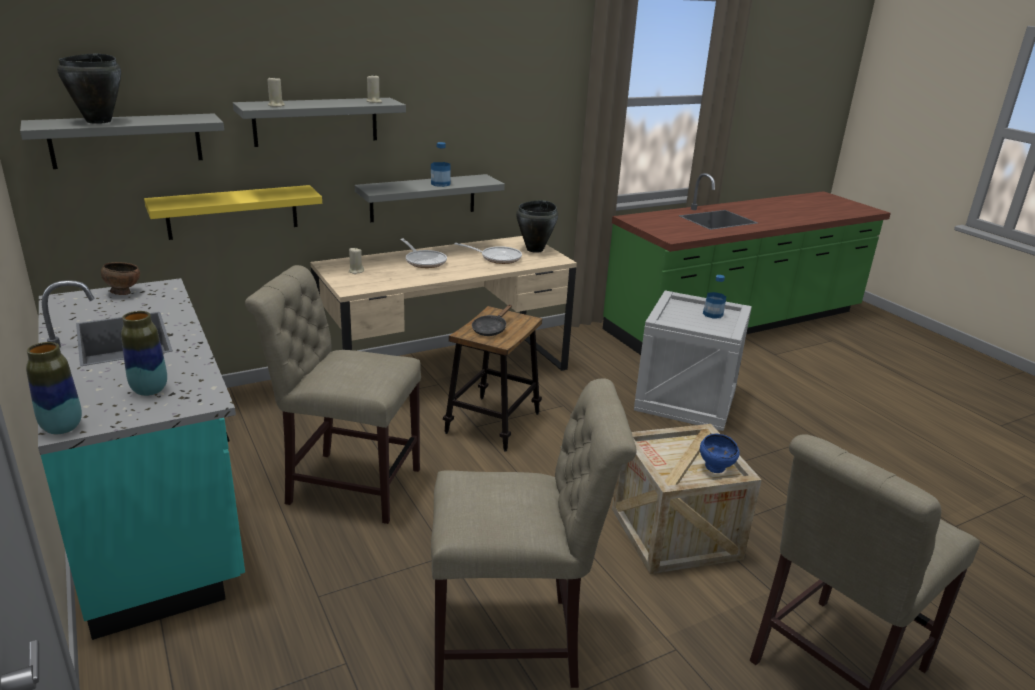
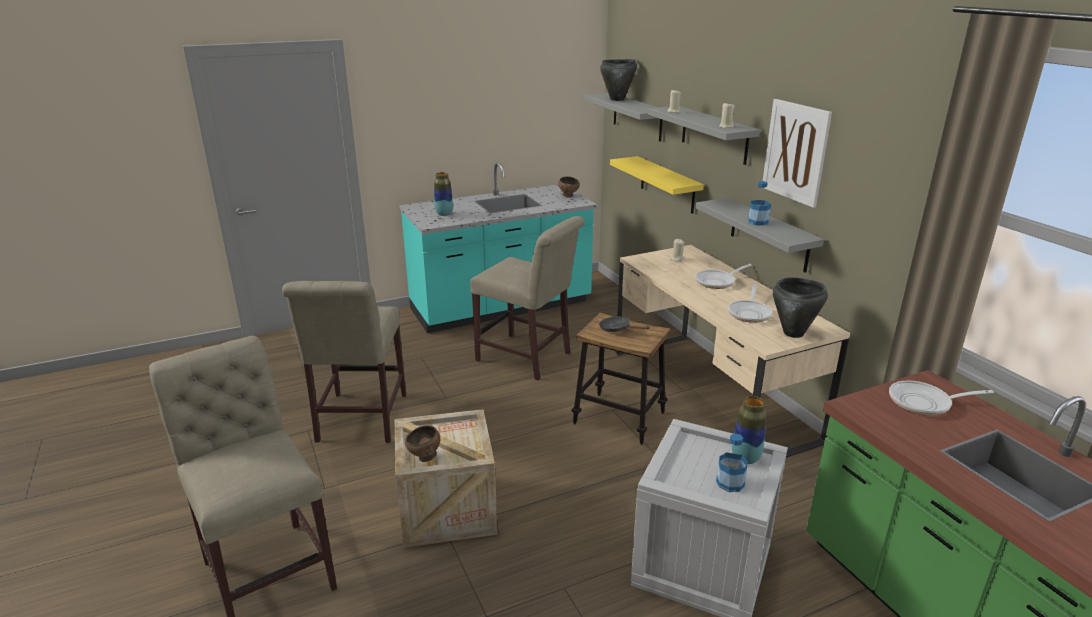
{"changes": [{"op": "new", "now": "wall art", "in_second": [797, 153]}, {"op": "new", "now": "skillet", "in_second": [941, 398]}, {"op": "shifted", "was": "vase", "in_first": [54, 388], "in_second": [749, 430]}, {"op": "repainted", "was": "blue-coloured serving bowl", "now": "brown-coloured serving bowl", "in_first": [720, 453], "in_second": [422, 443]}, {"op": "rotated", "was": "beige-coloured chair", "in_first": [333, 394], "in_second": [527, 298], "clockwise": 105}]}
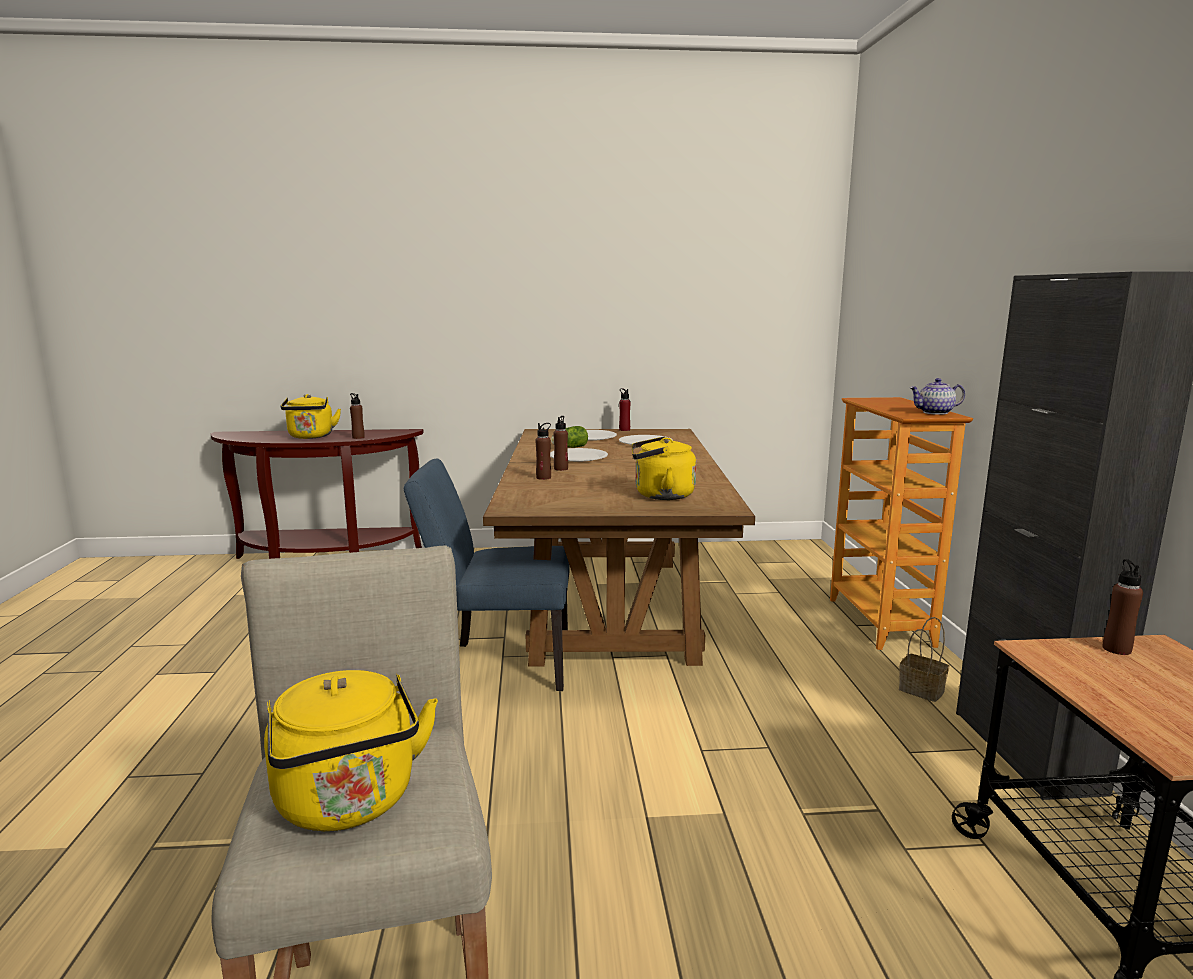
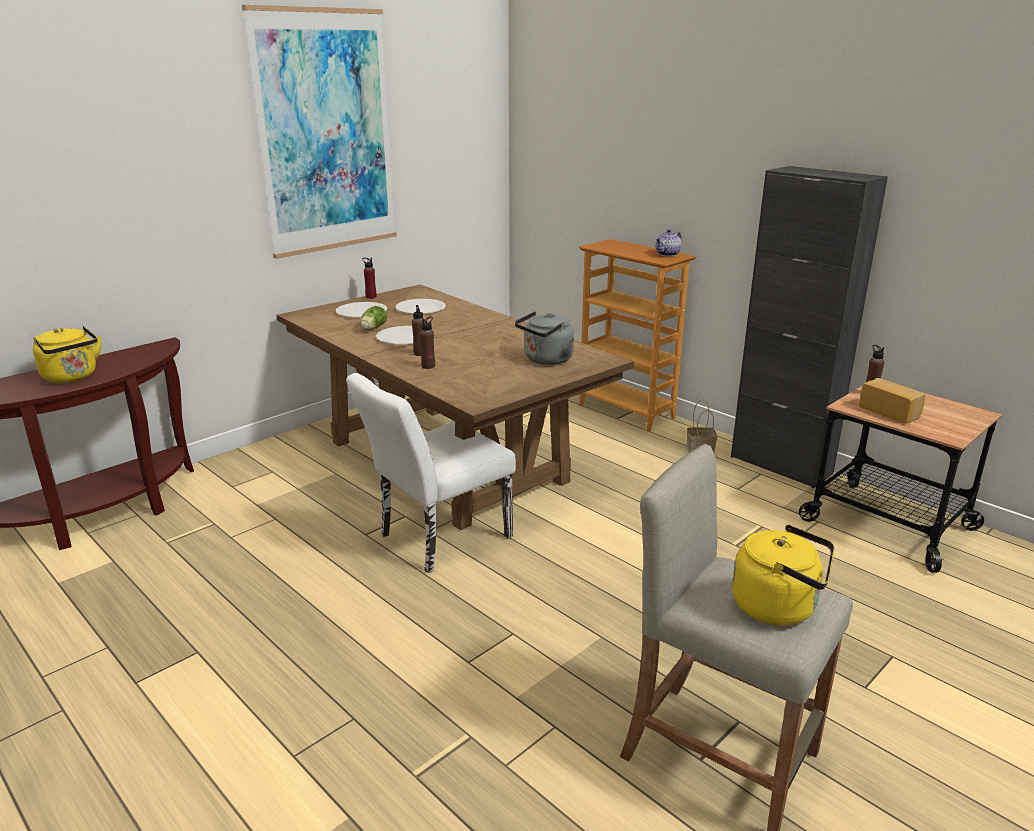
{"changes": [{"op": "gone", "was": "brown-coloured drink bottle", "in_first": [357, 416]}, {"op": "new", "now": "wall art", "in_second": [319, 132]}, {"op": "new", "now": "bread", "in_second": [892, 400]}, {"op": "repainted", "was": "blue-coloured chair", "now": "white-coloured chair", "in_first": [487, 575], "in_second": [431, 473]}, {"op": "repainted", "was": "yellowish water kettle", "now": "gray water kettle", "in_first": [663, 468], "in_second": [545, 338]}]}
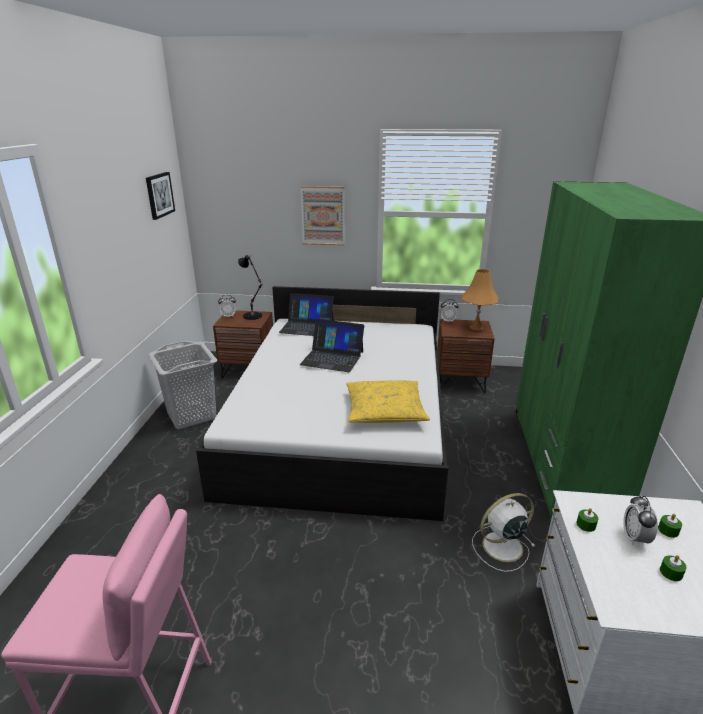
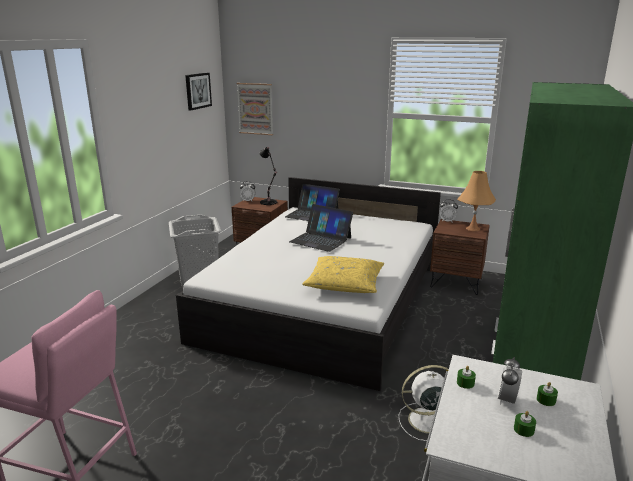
{"changes": [{"op": "shifted", "was": "wall art", "in_first": [322, 216], "in_second": [255, 109]}]}
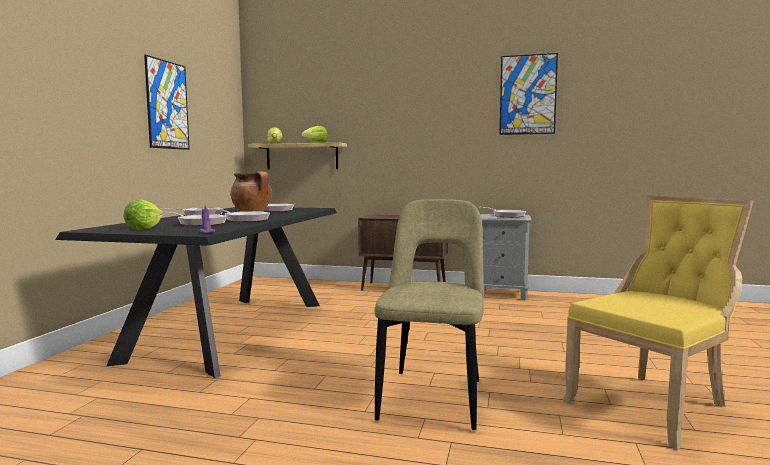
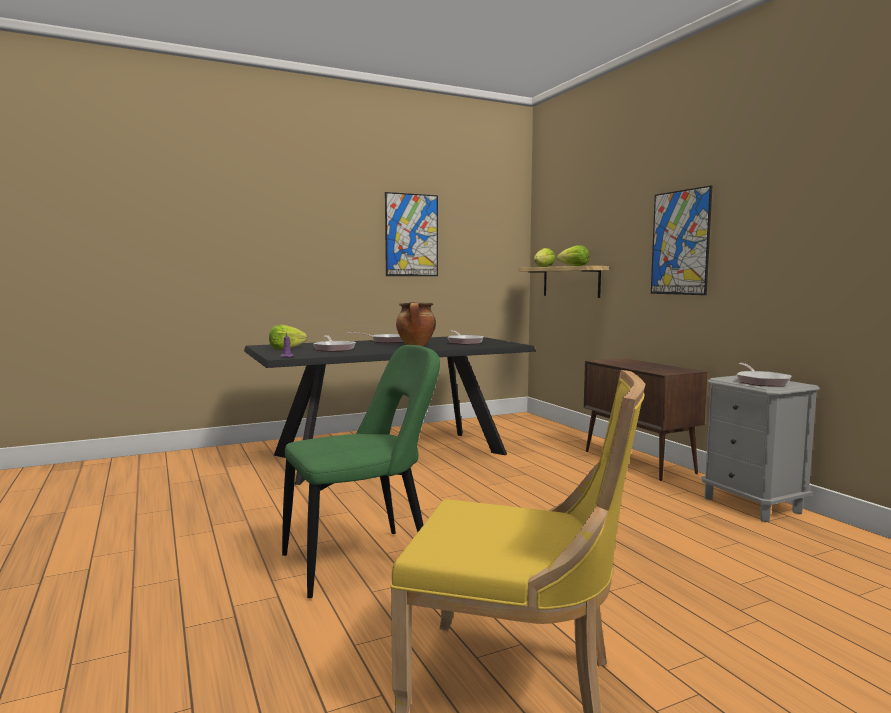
{"changes": [{"op": "gone", "was": "skillet", "in_first": [239, 215]}, {"op": "shifted", "was": "wall art", "in_first": [528, 94], "in_second": [682, 240]}, {"op": "repainted", "was": "beige-coloured chair", "now": "green chair", "in_first": [429, 314], "in_second": [361, 471]}]}
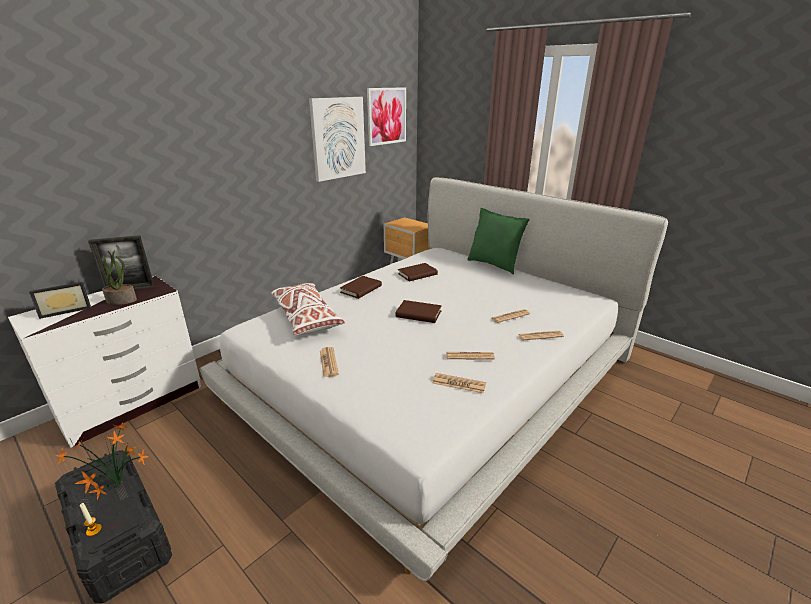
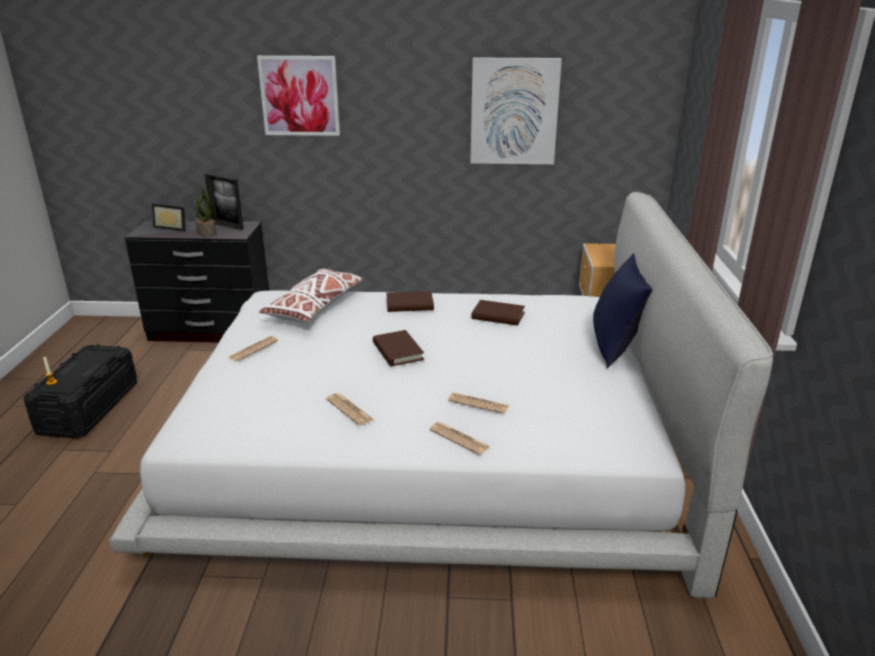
{"changes": [{"op": "gone", "was": "houseplant", "in_first": [102, 461]}, {"op": "gone", "was": "daily paper", "in_first": [459, 383]}, {"op": "shifted", "was": "wall art", "in_first": [386, 116], "in_second": [298, 96]}, {"op": "repainted", "was": "white-coloured chest of drawers", "now": "blackish chest of drawers", "in_first": [104, 362], "in_second": [197, 281]}, {"op": "repainted", "was": "green throw pillow", "now": "blue-coloured throw pillow", "in_first": [498, 241], "in_second": [623, 310]}]}
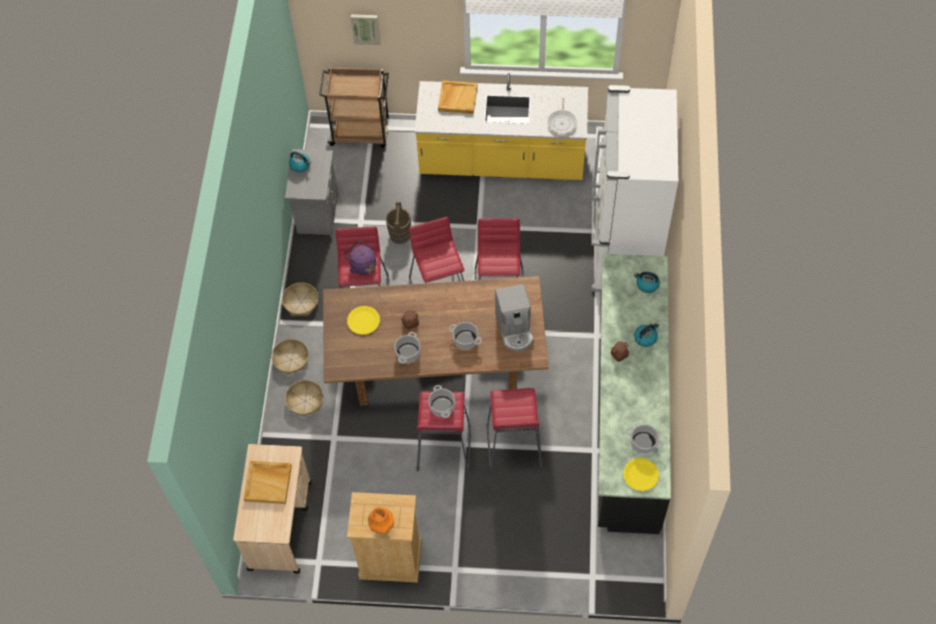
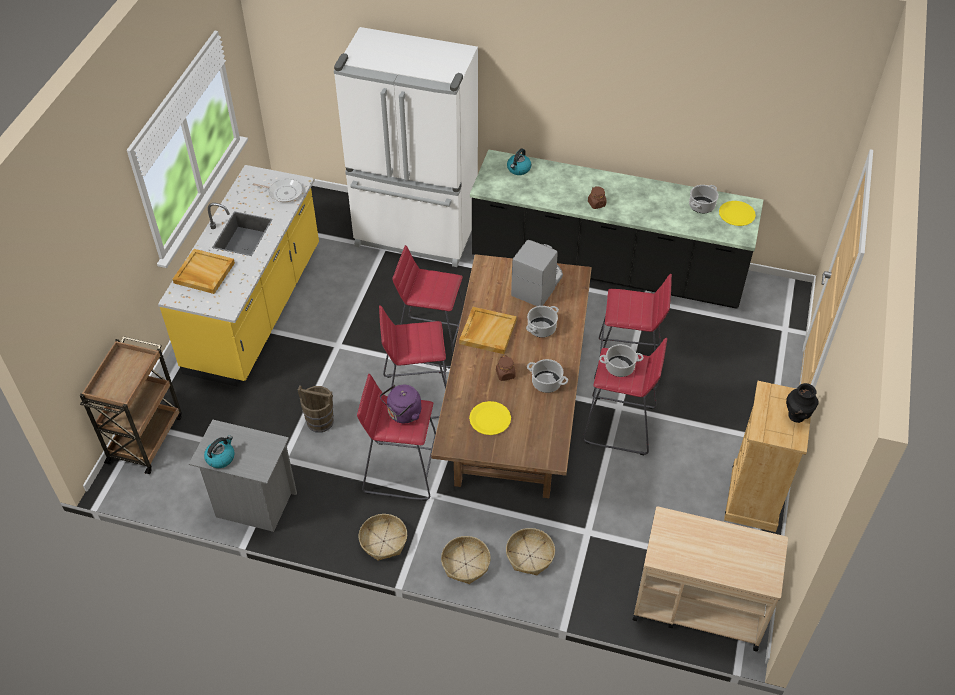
{"changes": [{"op": "gone", "was": "wall art", "in_first": [366, 29]}, {"op": "gone", "was": "water kettle", "in_first": [646, 335]}, {"op": "shifted", "was": "beige-coloured carrying tray", "in_first": [268, 482], "in_second": [488, 330]}, {"op": "repainted", "was": "orange vase", "now": "blackish vase", "in_first": [381, 520], "in_second": [802, 403]}, {"op": "rotated", "was": "coffee machine", "in_first": [514, 317], "in_second": [537, 273], "clockwise": -60}]}
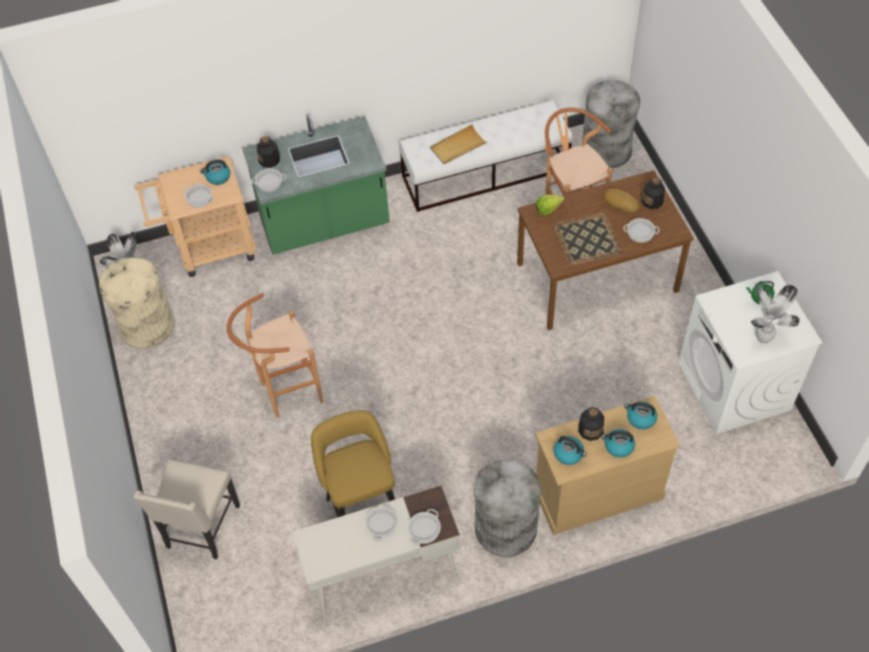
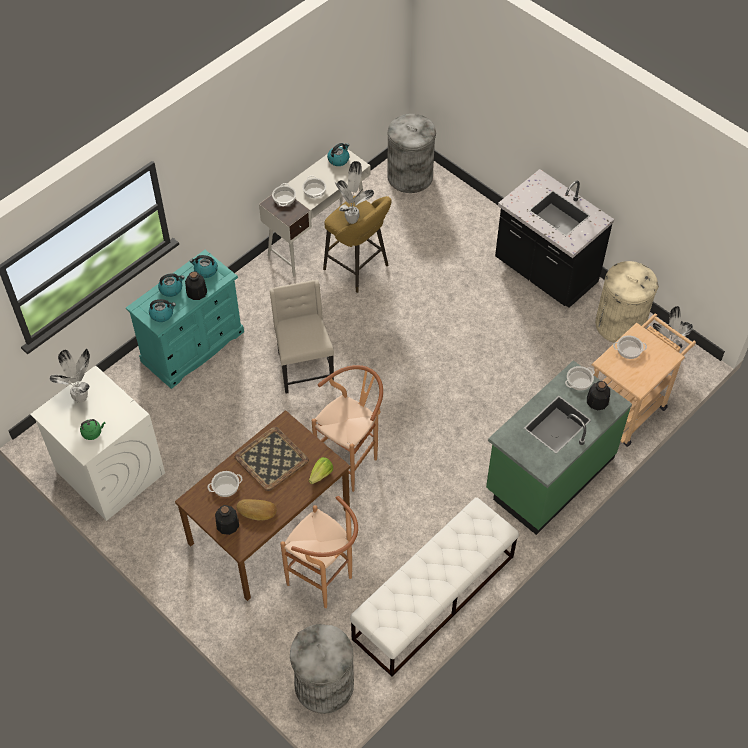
{"changes": [{"op": "gone", "was": "beige-coloured carrying tray", "in_first": [459, 144]}, {"op": "new", "now": "houseplant", "in_second": [354, 192]}, {"op": "new", "now": "blackish kitchen counter", "in_second": [554, 238]}, {"op": "shifted", "was": "beige-coloured chair", "in_first": [186, 509], "in_second": [301, 337]}, {"op": "shifted", "was": "water kettle", "in_first": [215, 172], "in_second": [338, 154]}, {"op": "shifted", "was": "brown-coloured stool seat", "in_first": [275, 355], "in_second": [347, 428]}, {"op": "shifted", "was": "gray trash can", "in_first": [507, 508], "in_second": [411, 153]}, {"op": "repainted", "was": "beige-coloured chest of drawers", "now": "turquoise-coloured chest of drawers", "in_first": [607, 465], "in_second": [185, 319]}]}
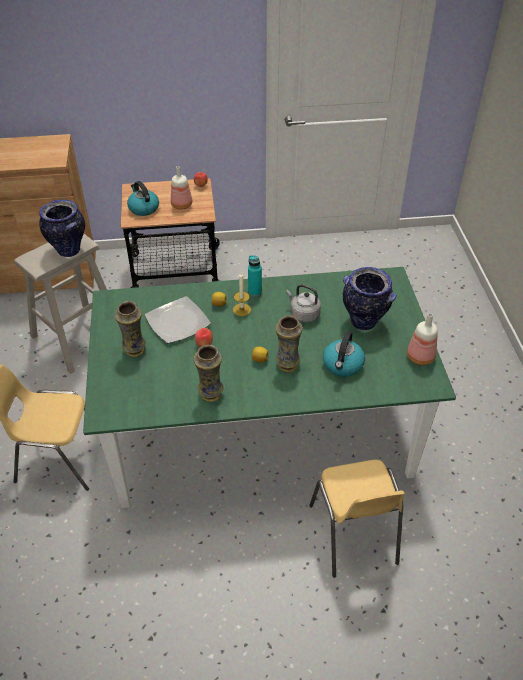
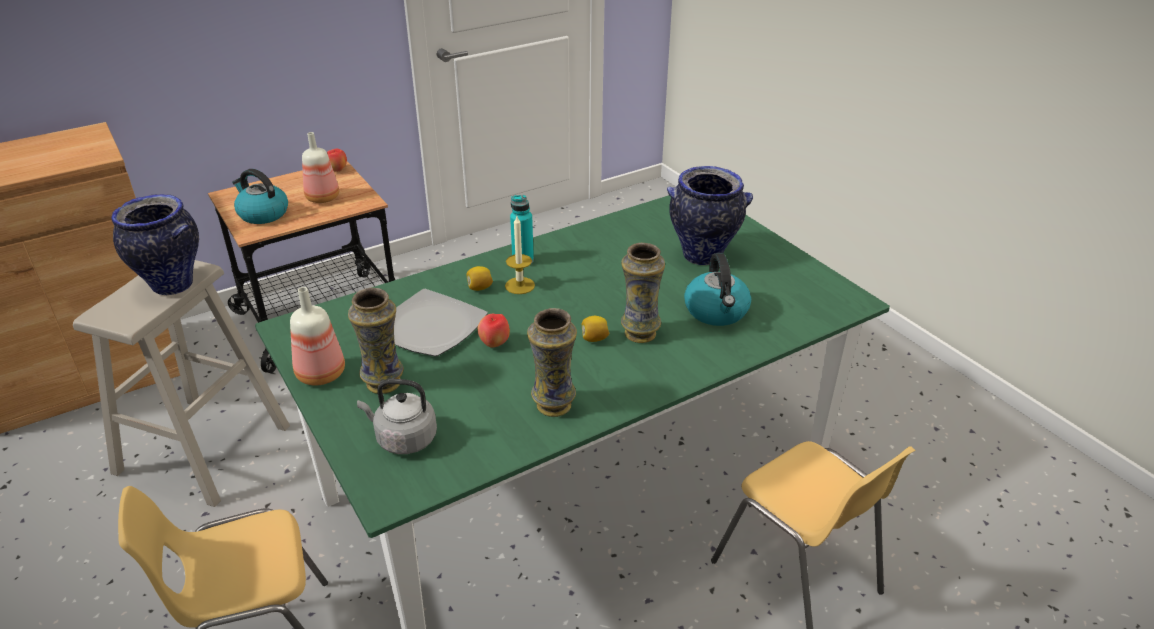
{"changes": [{"op": "shifted", "was": "gray water kettle", "in_first": [303, 303], "in_second": [397, 416]}, {"op": "shifted", "was": "drink bottle", "in_first": [422, 339], "in_second": [317, 336]}]}
